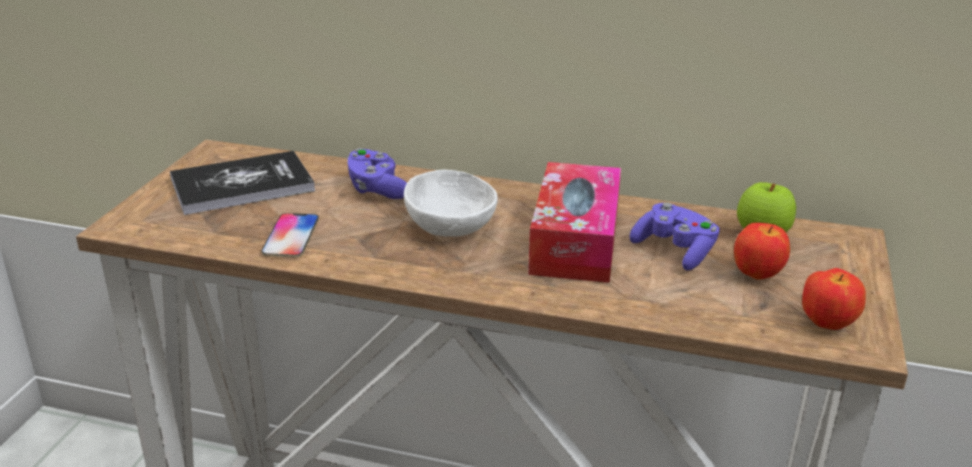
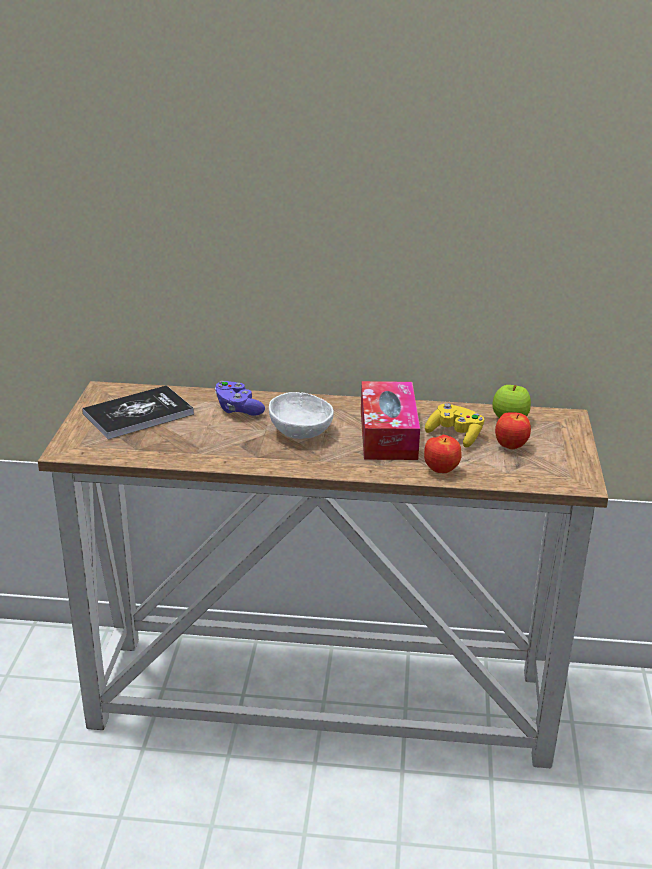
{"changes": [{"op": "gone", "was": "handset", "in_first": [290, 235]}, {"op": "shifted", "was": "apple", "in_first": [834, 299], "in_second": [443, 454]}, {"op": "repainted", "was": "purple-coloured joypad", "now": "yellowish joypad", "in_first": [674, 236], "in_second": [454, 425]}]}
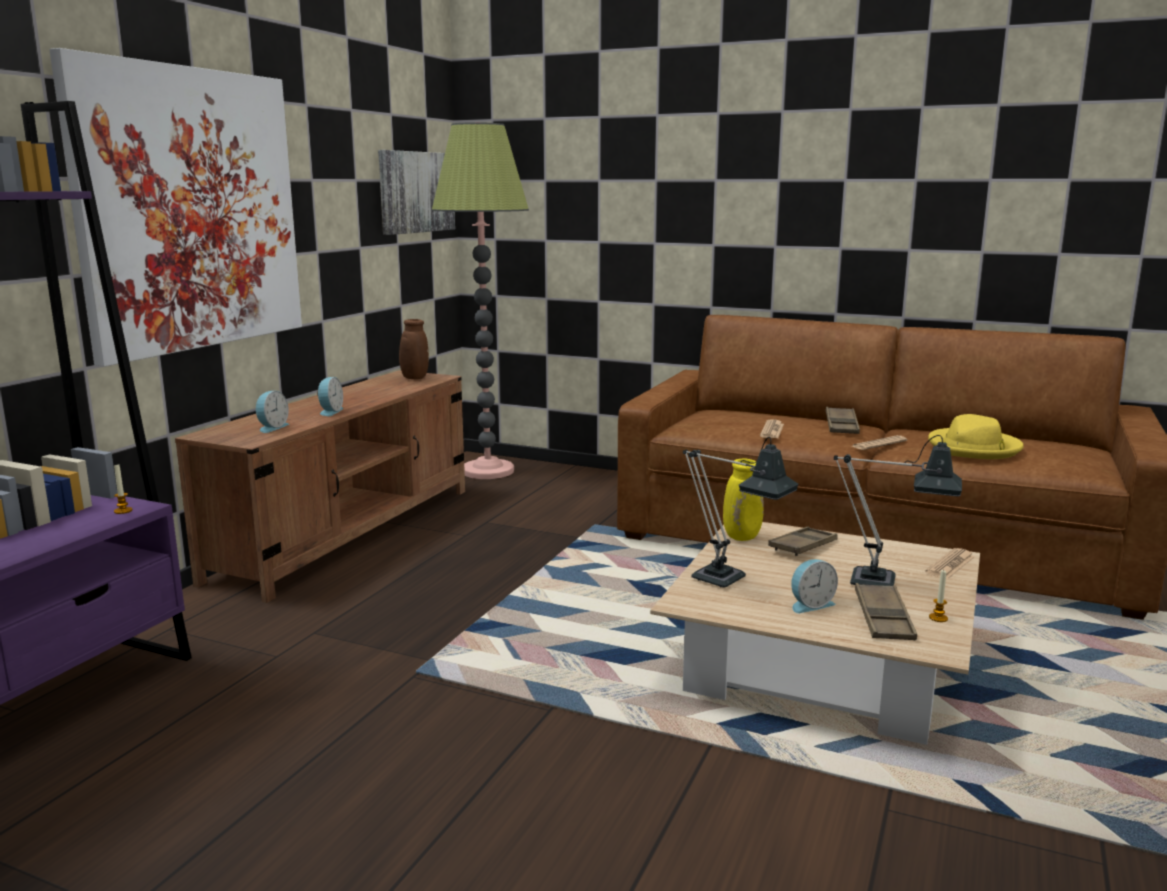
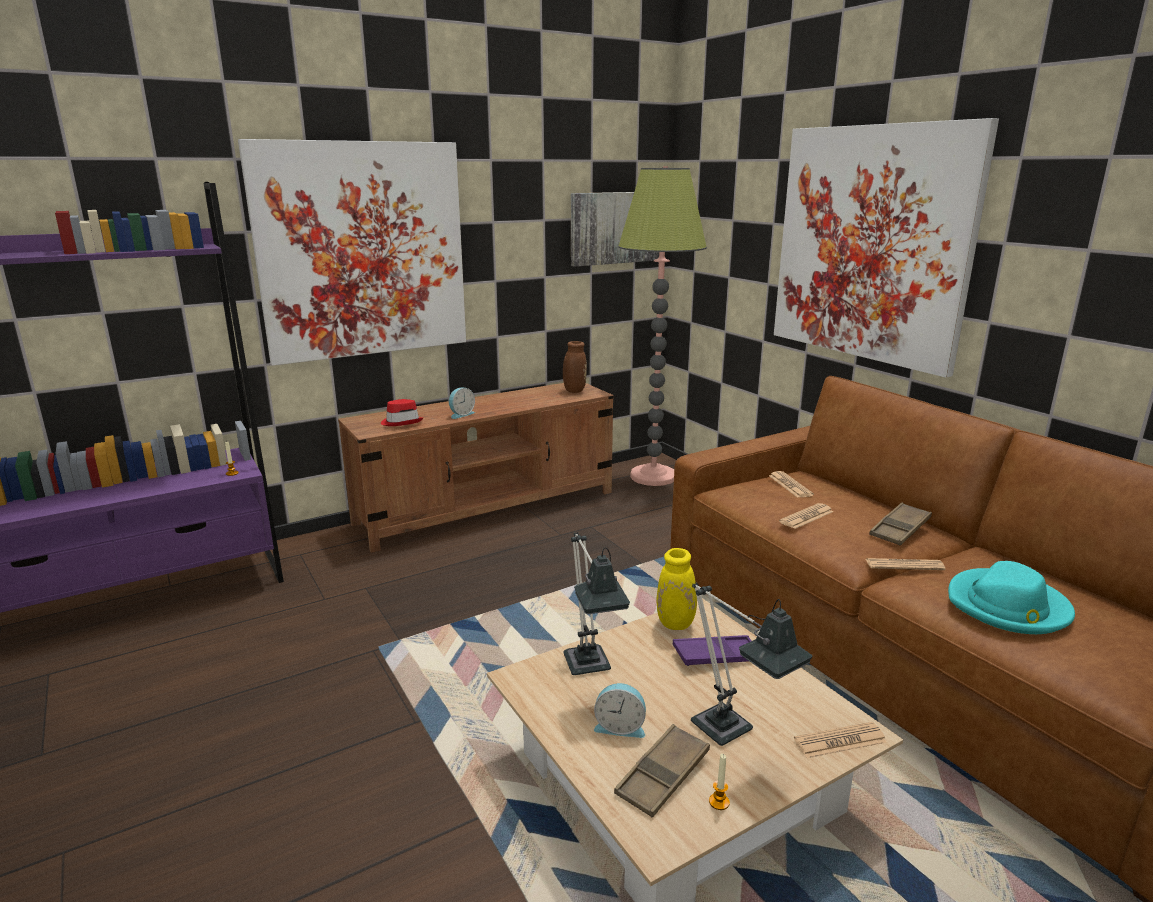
{"changes": [{"op": "new", "now": "daily paper", "in_second": [791, 484]}, {"op": "new", "now": "wall art", "in_second": [886, 248]}, {"op": "swapped", "was": "table clock", "now": "red-coloured wearable hat", "in_first": [272, 412], "in_second": [402, 412]}, {"op": "repainted", "was": "brown-coloured carrying tray", "now": "purple-coloured carrying tray", "in_first": [803, 541], "in_second": [712, 650]}, {"op": "repainted", "was": "yellowish wearable hat", "now": "turquoise-coloured wearable hat", "in_first": [976, 436], "in_second": [1011, 597]}]}
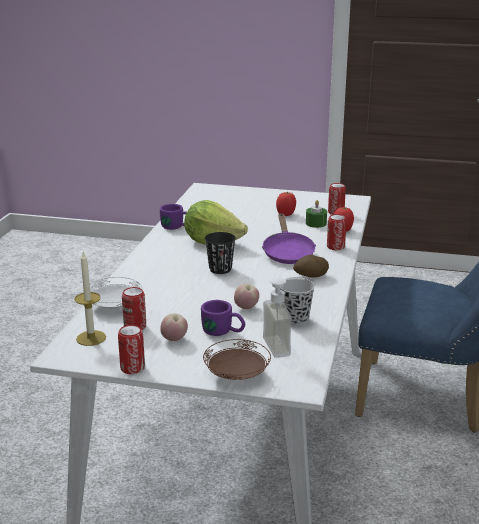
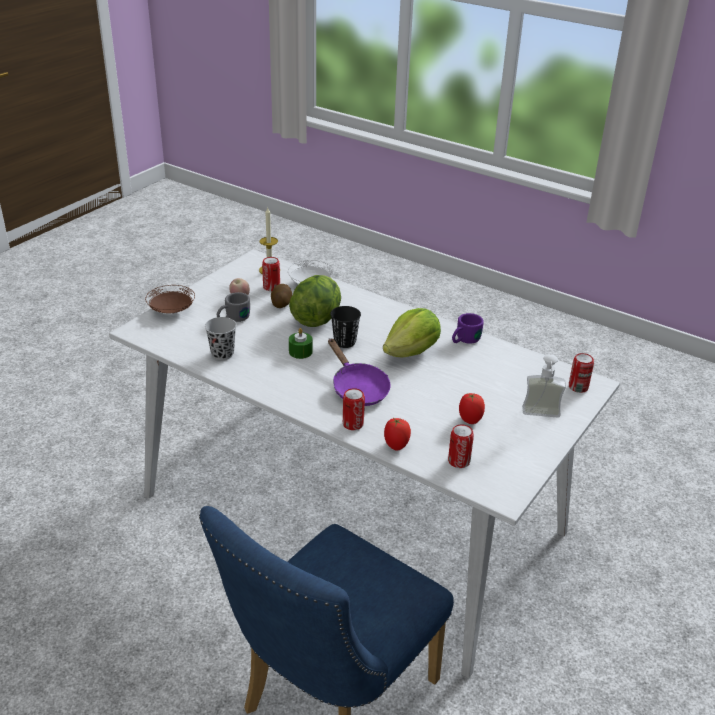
{"changes": [{"op": "gone", "was": "apple", "in_first": [246, 296]}, {"op": "new", "now": "head of lettuce", "in_second": [315, 301]}, {"op": "shifted", "was": "metal can", "in_first": [131, 349], "in_second": [581, 373]}, {"op": "shifted", "was": "soap dispenser", "in_first": [283, 317], "in_second": [544, 386]}, {"op": "shifted", "was": "potato", "in_first": [311, 266], "in_second": [281, 296]}, {"op": "shifted", "was": "green wax light", "in_first": [316, 214], "in_second": [301, 343]}, {"op": "repainted", "was": "purple-coloured coffee mug", "now": "gray coffee mug", "in_first": [223, 318], "in_second": [233, 307]}, {"op": "rotated", "was": "purple-coloured skillet", "in_first": [289, 238], "in_second": [359, 372], "clockwise": -135}]}
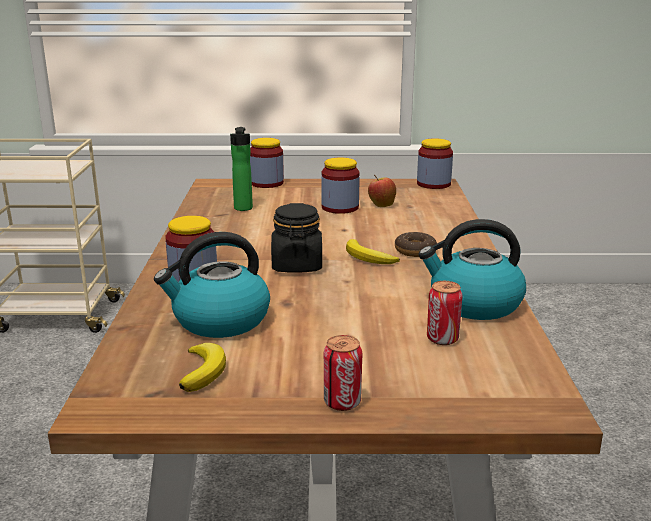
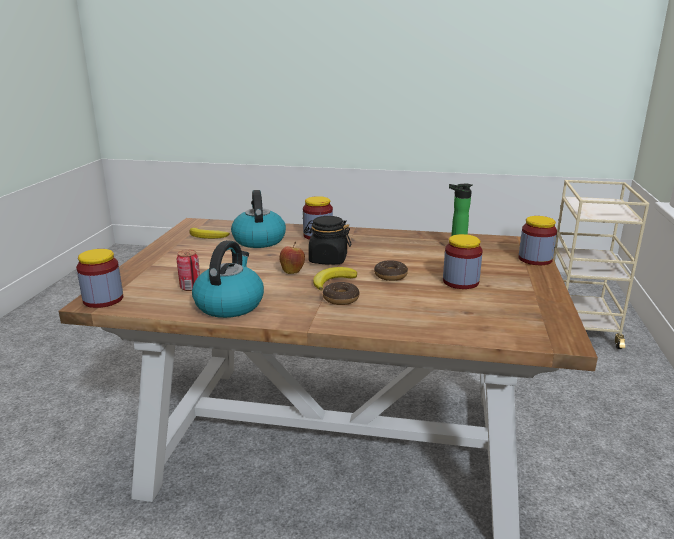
{"changes": [{"op": "gone", "was": "metal can", "in_first": [343, 373]}, {"op": "new", "now": "ring doughnut", "in_second": [391, 270]}, {"op": "shifted", "was": "apple", "in_first": [382, 190], "in_second": [292, 258]}, {"op": "shifted", "was": "preserve jar", "in_first": [435, 163], "in_second": [99, 278]}]}
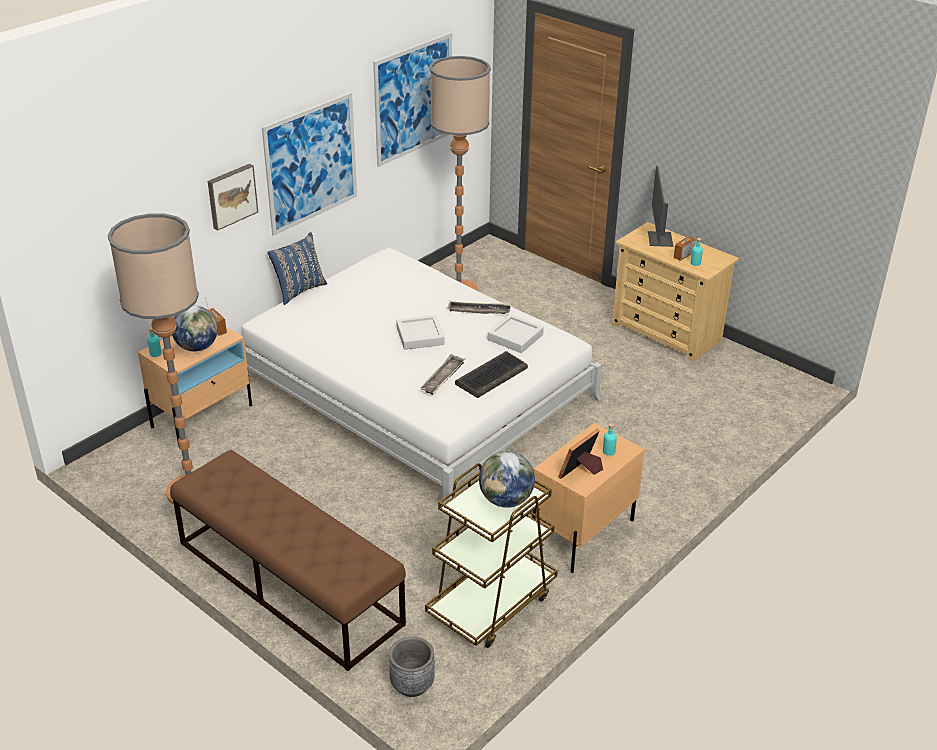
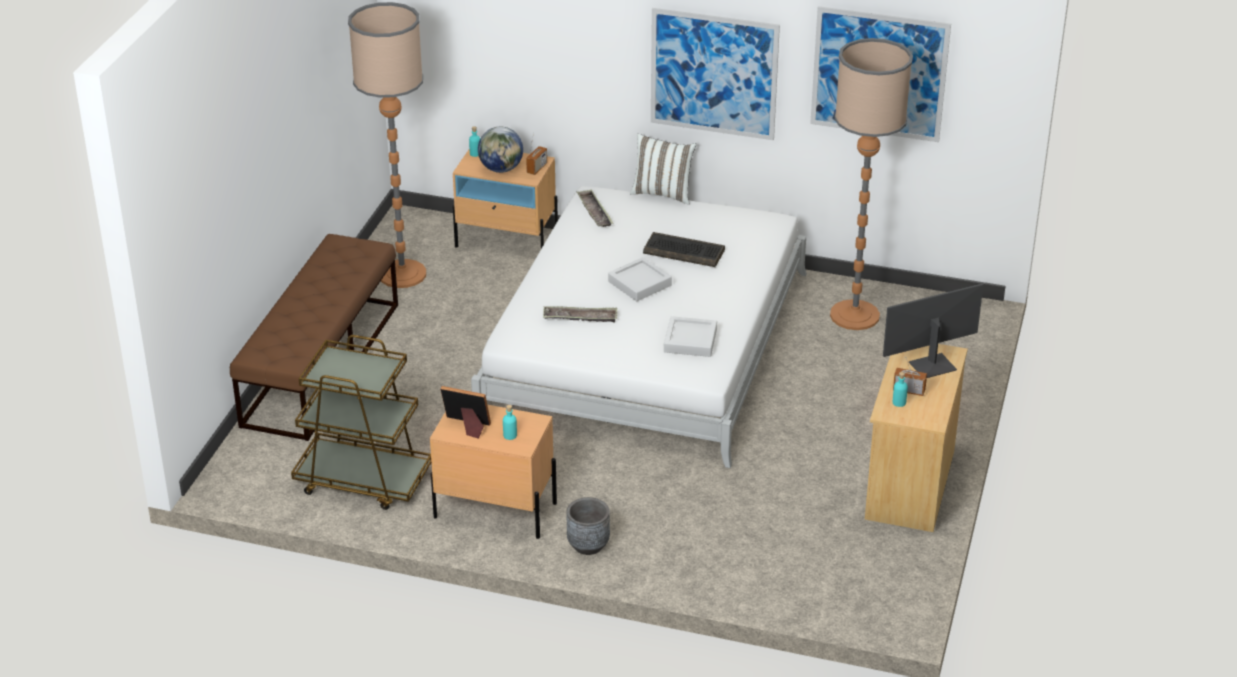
{"changes": [{"op": "gone", "was": "wall art", "in_first": [233, 197]}, {"op": "gone", "was": "desk globe", "in_first": [507, 479]}, {"op": "shifted", "was": "gray flower pot", "in_first": [412, 666], "in_second": [588, 526]}, {"op": "shifted", "was": "carrying tray", "in_first": [479, 307], "in_second": [595, 208]}, {"op": "shifted", "was": "PC keyboard", "in_first": [491, 374], "in_second": [684, 249]}, {"op": "repainted", "was": "blue-coloured throw pillow", "now": "white-coloured throw pillow", "in_first": [297, 268], "in_second": [663, 169]}]}
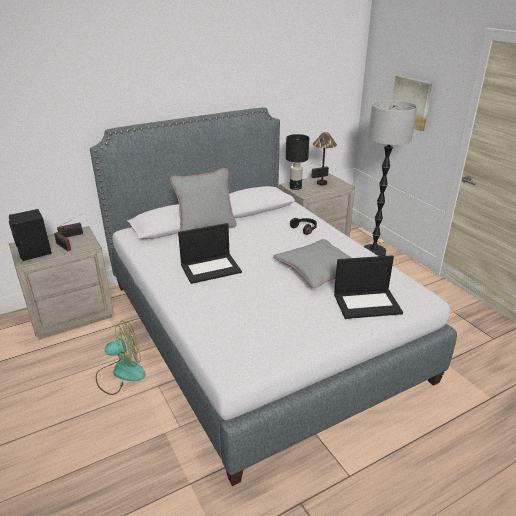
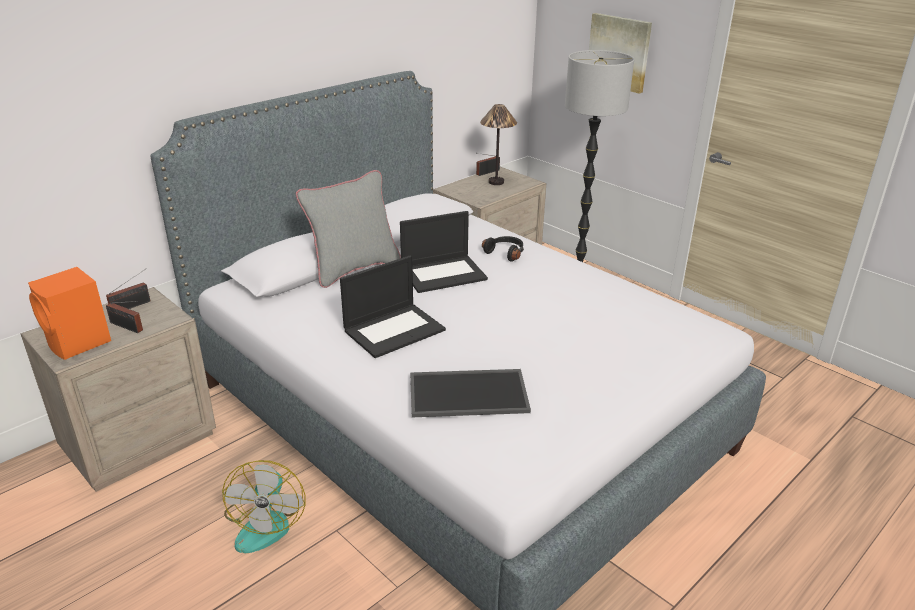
{"changes": [{"op": "gone", "was": "gray throw pillow", "in_first": [312, 263]}, {"op": "gone", "was": "blackish tabletop lamp", "in_first": [297, 162]}, {"op": "new", "now": "carrying tray", "in_second": [470, 393]}, {"op": "shifted", "was": "laptop", "in_first": [368, 287], "in_second": [444, 252]}, {"op": "repainted", "was": "blackish speaker", "now": "orange speaker", "in_first": [30, 235], "in_second": [69, 313]}, {"op": "rotated", "was": "electric fan", "in_first": [120, 357], "in_second": [264, 506], "clockwise": 120}]}
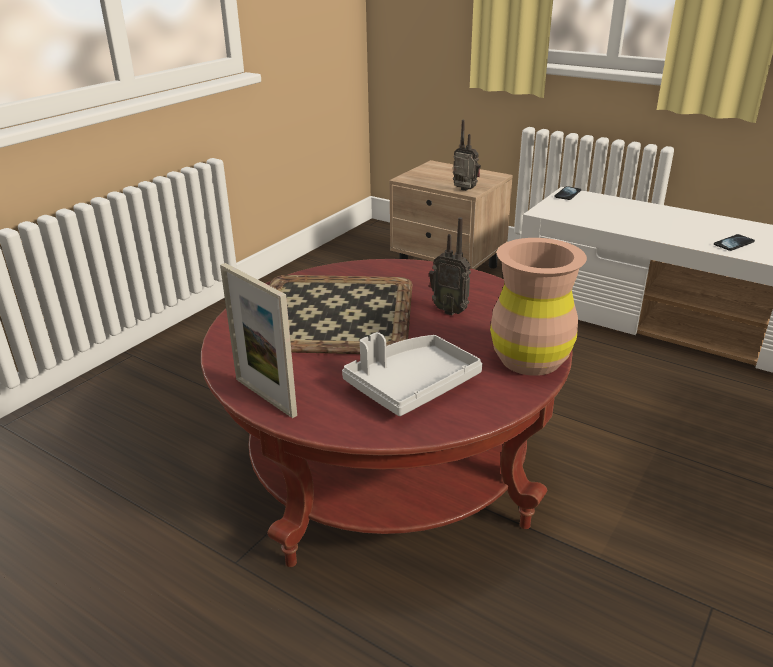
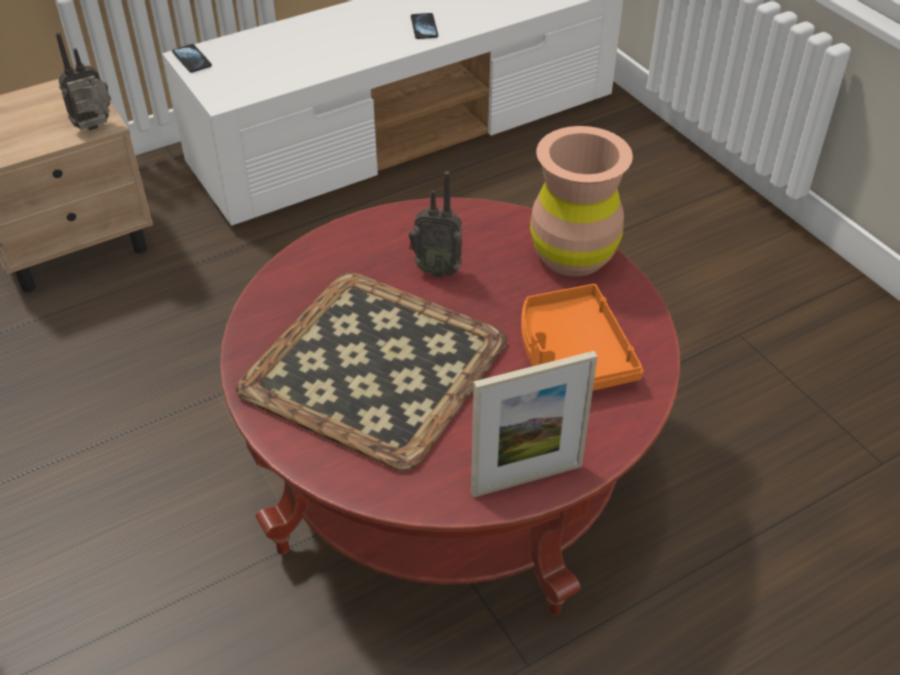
{"changes": [{"op": "repainted", "was": "gray carrying tray", "now": "orange carrying tray", "in_first": [412, 374], "in_second": [582, 337]}, {"op": "rotated", "was": "radio", "in_first": [450, 266], "in_second": [436, 224], "clockwise": 45}]}
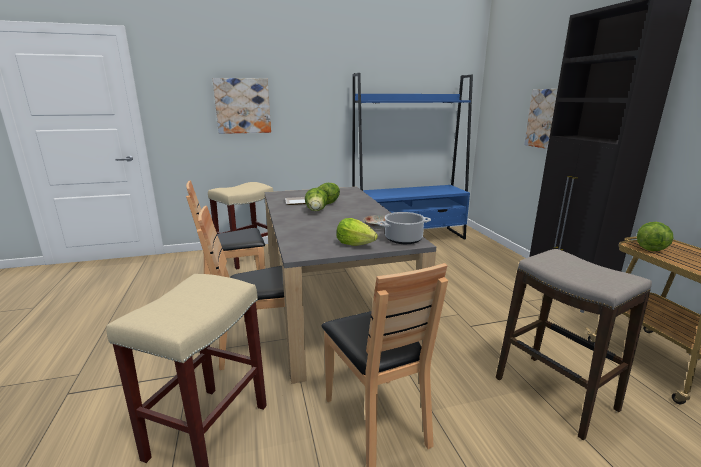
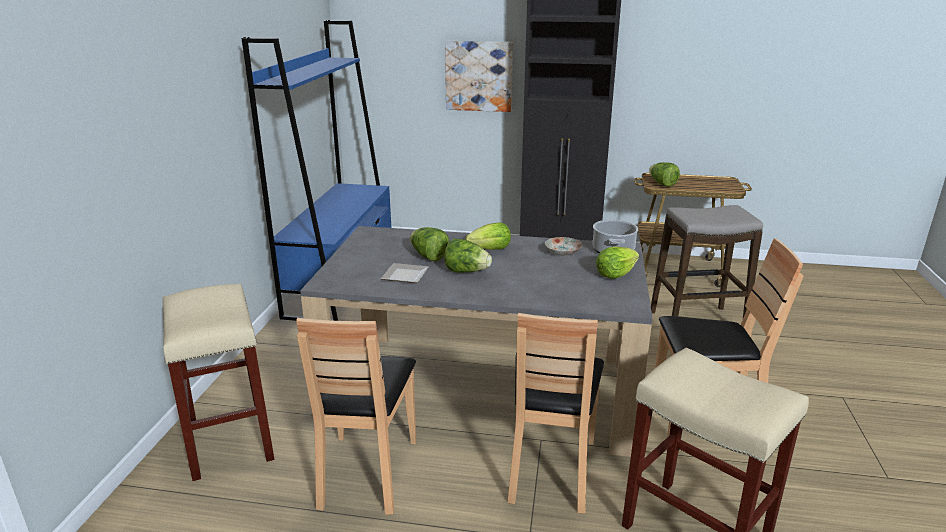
{"changes": [{"op": "gone", "was": "wall art", "in_first": [242, 106]}, {"op": "new", "now": "head of lettuce", "in_second": [488, 236]}]}
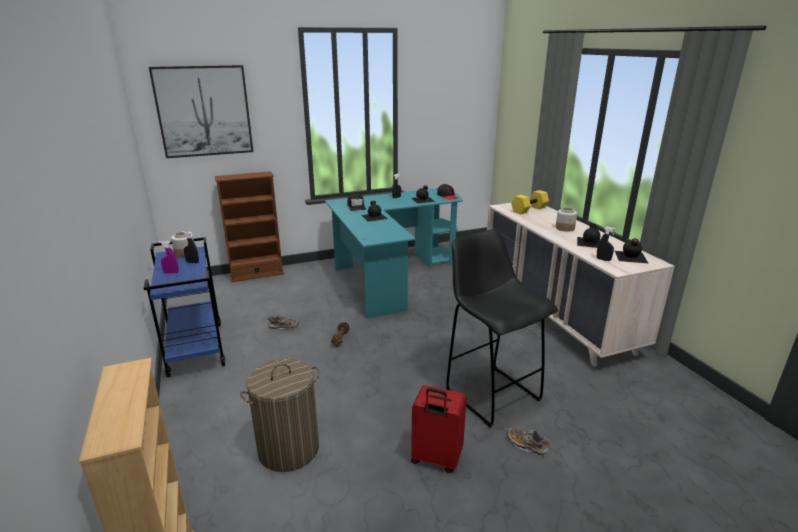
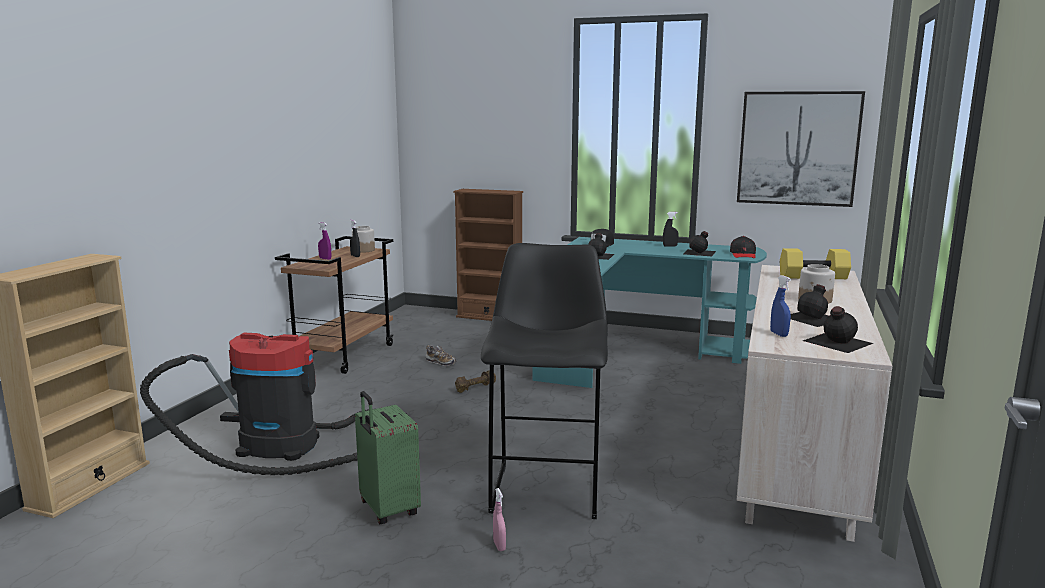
{"changes": [{"op": "shifted", "was": "wall art", "in_first": [201, 111], "in_second": [801, 149]}, {"op": "swapped", "was": "washing basket", "now": "vacuum cleaner", "in_first": [280, 415], "in_second": [275, 404]}, {"op": "swapped", "was": "shoe", "now": "pink spray bottle", "in_first": [528, 442], "in_second": [499, 519]}, {"op": "repainted", "was": "blue-coloured cart", "now": "brown-coloured cart", "in_first": [184, 307], "in_second": [334, 305]}, {"op": "repainted", "was": "red-coloured piece of luggage", "now": "green piece of luggage", "in_first": [439, 429], "in_second": [388, 457]}, {"op": "repainted", "was": "blackish spray bottle", "now": "blue-coloured spray bottle", "in_first": [606, 244], "in_second": [780, 306]}]}
